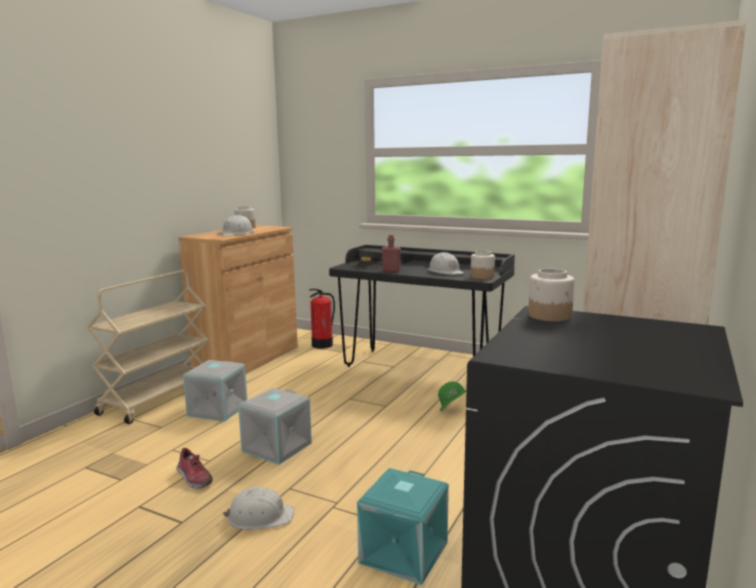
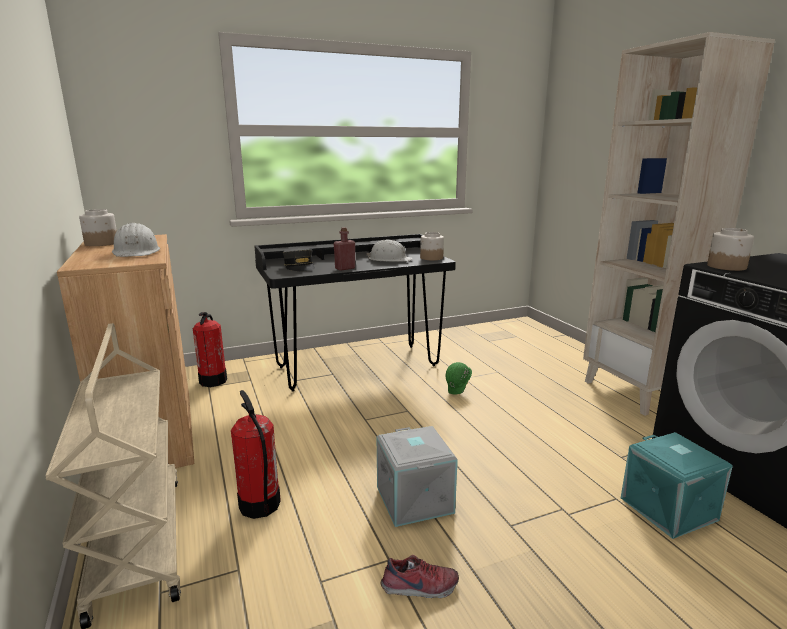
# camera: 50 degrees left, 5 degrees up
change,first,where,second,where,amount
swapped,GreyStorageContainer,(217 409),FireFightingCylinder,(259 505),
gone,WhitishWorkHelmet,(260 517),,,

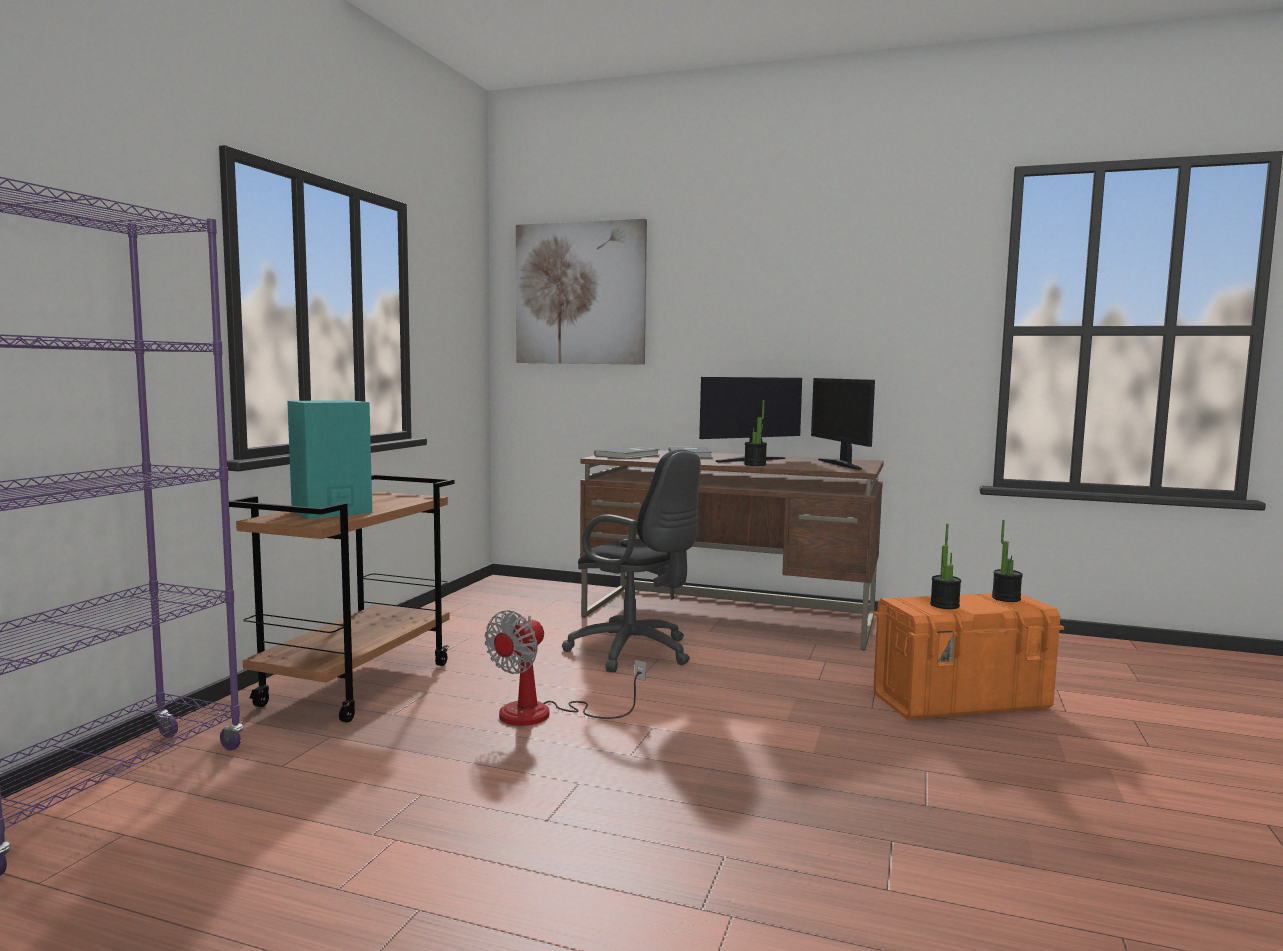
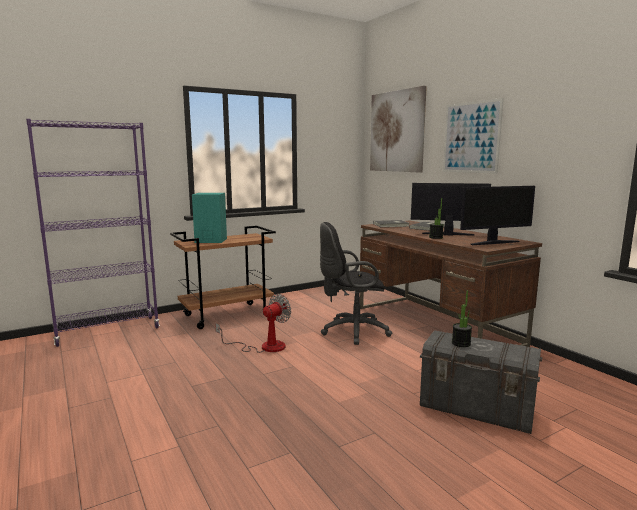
# camera: 40 degrees right, 5 degrees up
change,first,where,second,where,amount
rotated,Fan,(544 714),,(264 347),150 degrees clockwise
rotated,BlackOfficeChair,(636 653),,(351 331),90 degrees clockwise
rotated,ComputerDisplay,(841 464),,(493 243),135 degrees counterclockwise
repainted,OrangeColouredStorageContainer,(962 701),GreyStorageContainer,(477 409),
gone,PlantInAPot,(1006 598),,,
new,,,WallArt,(471 137),

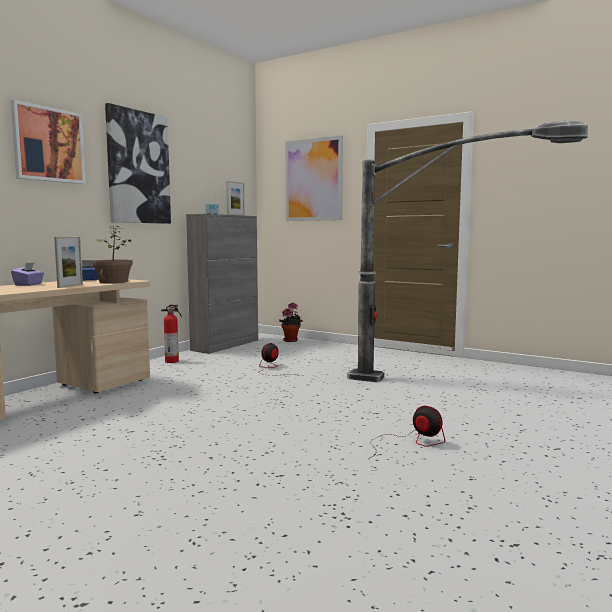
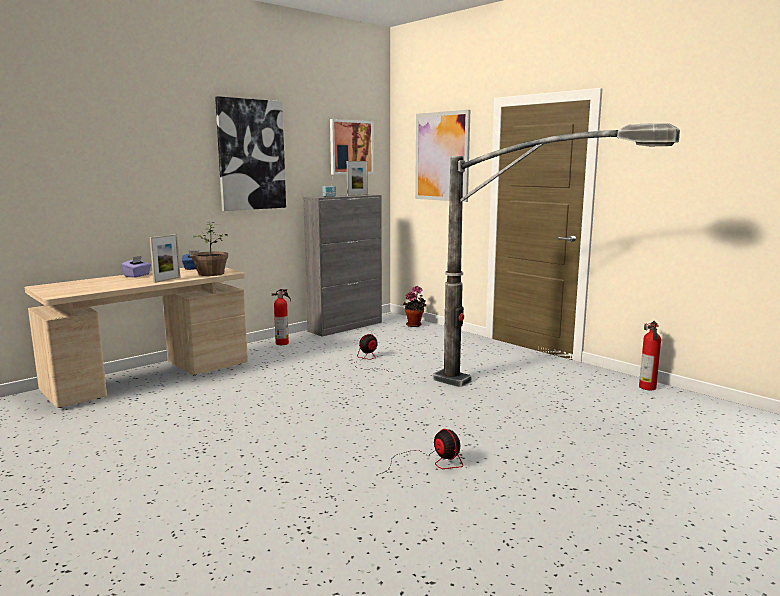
# camera: 15 degrees right, 5 degrees up
change,first,where,second,where,amount
shifted,WallArt,(48 144),,(351 147),
new,,,FireFightingCylinder,(647 388),

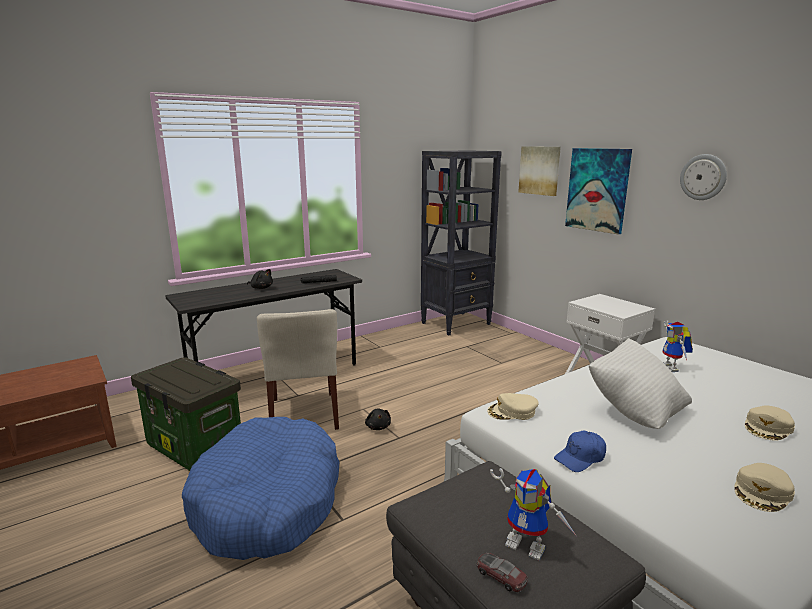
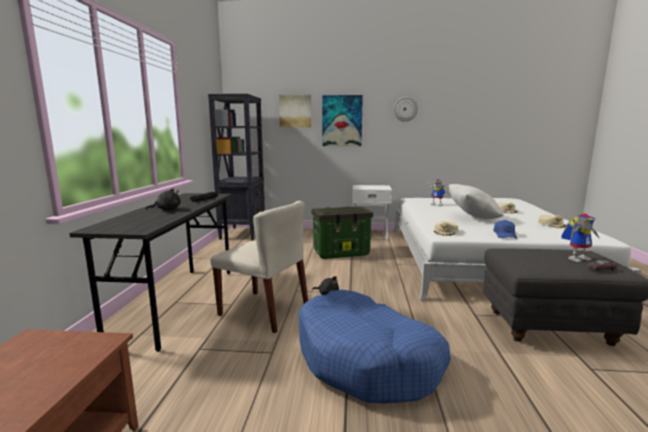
# camera: 50 degrees left, 5 degrees down
change,first,where,second,where,amount
shifted,StorageContainer,(196 448),,(341 252),

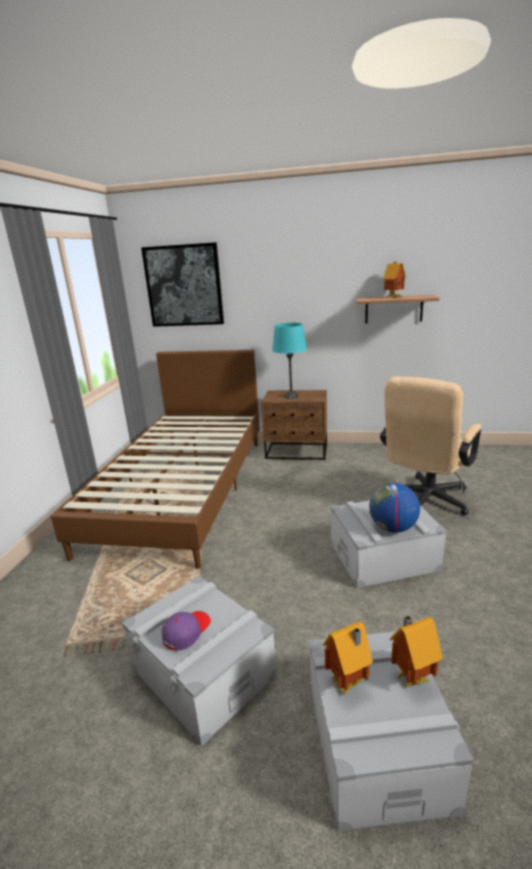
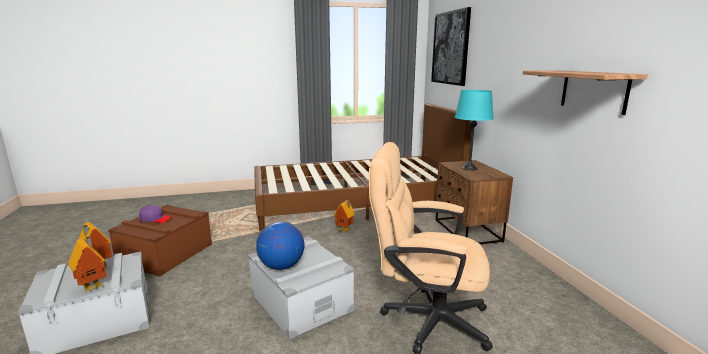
# camera: 65 degrees right, 5 degrees down
change,first,where,second,where,amount
repainted,GreyStorageContainer,(203 672),BrownColouredStorageContainer,(166 254),
shifted,ModelHouse,(393 297),,(345 230),

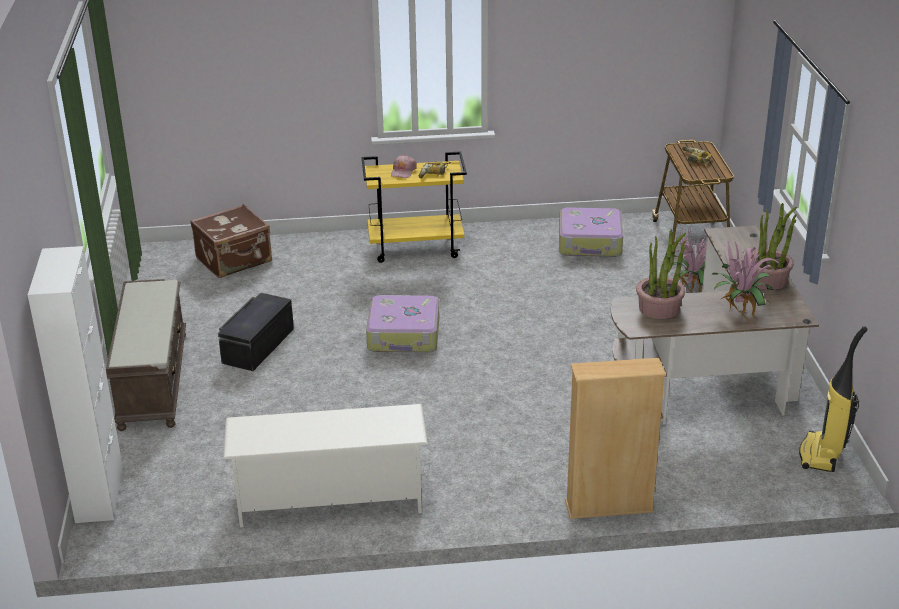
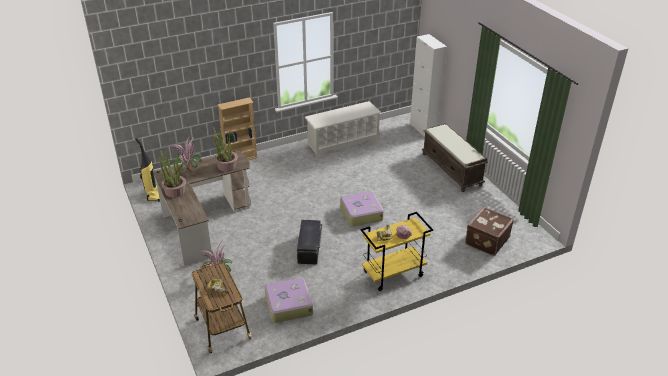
# camera: 160 degrees right, 5 degrees up
change,first,where,second,where,amount
shifted,BlackStorageContainer,(257 345),,(310 248),

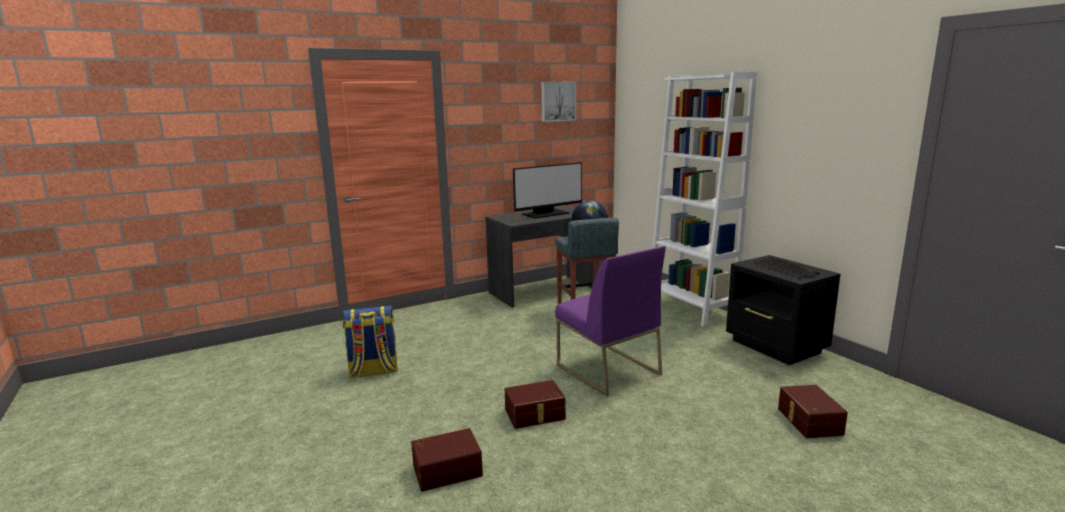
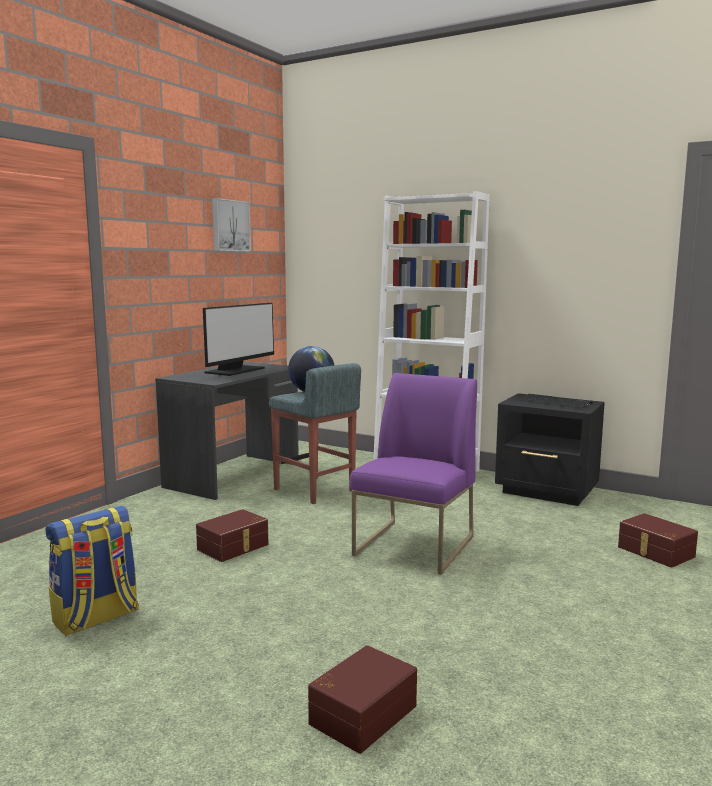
# camera: 30 degrees left, 5 degrees down
change,first,where,second,where,amount
shifted,BrownColouredStorageContainer,(535 415),,(234 547),
rotated,PurplishChair,(607 370),,(415 546),90 degrees counterclockwise

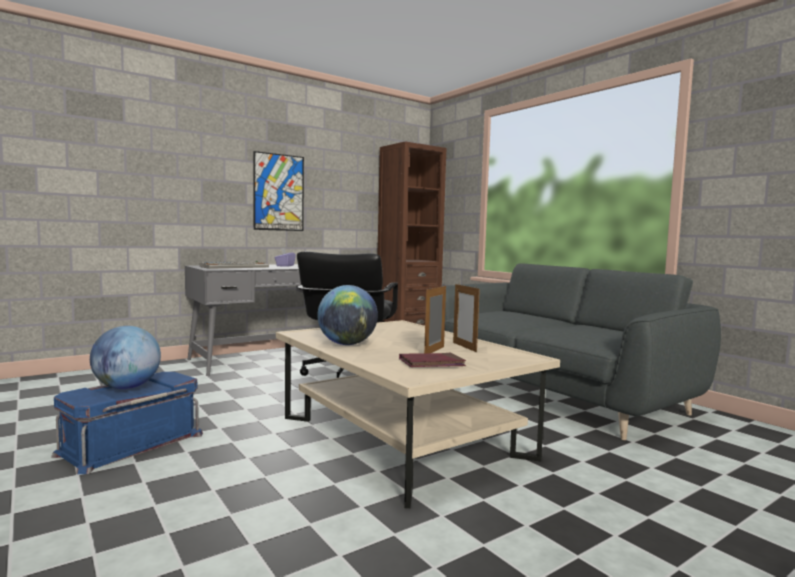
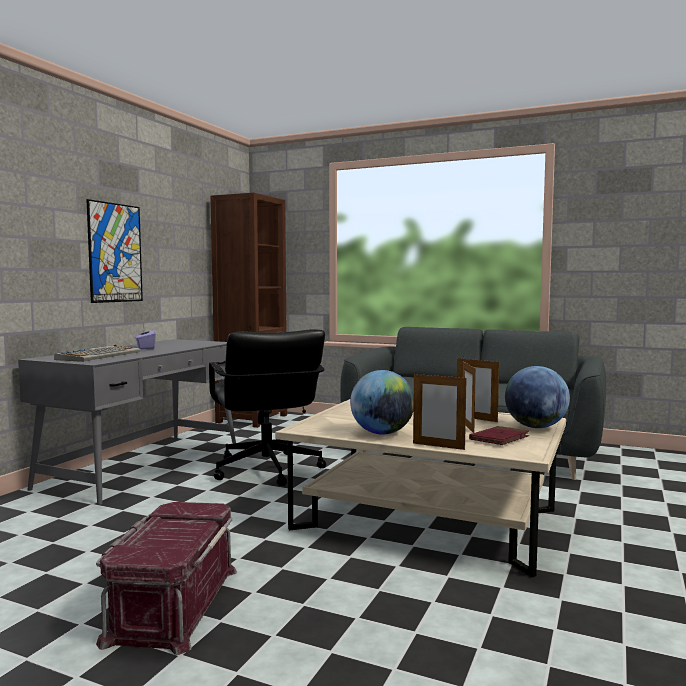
# camera: 30 degrees left, 0 degrees up
change,first,where,second,where,amount
repainted,BlueColouredStorageContainer,(131 443),ReddishStorageContainer,(172 603),
shifted,DeskGlobe,(127 387),,(535 427),
new,,,StandingFrame,(438 446),

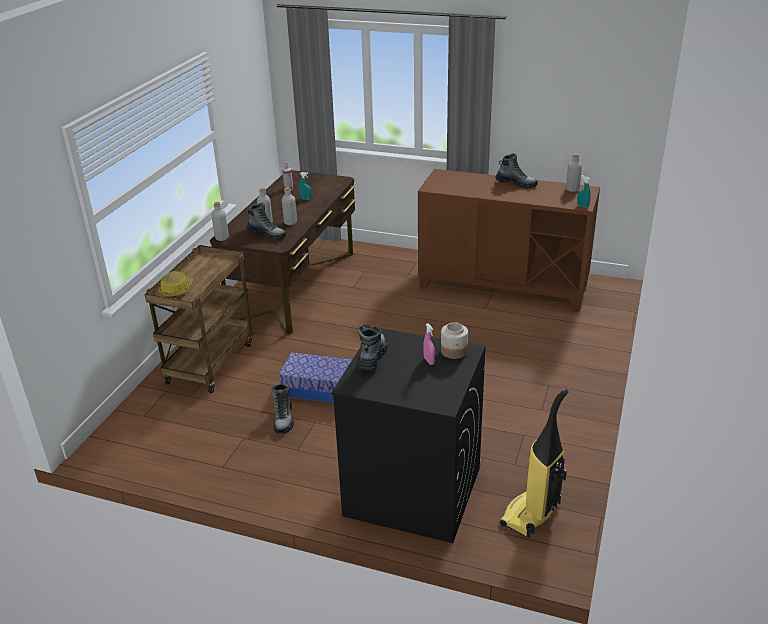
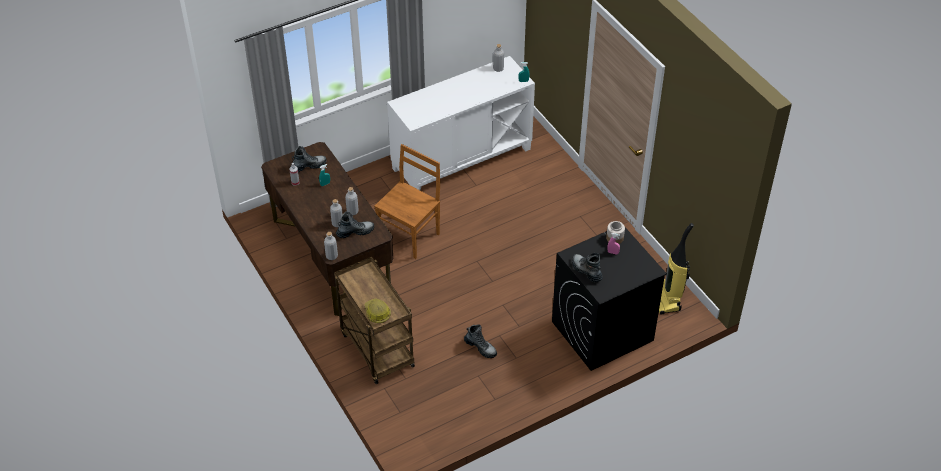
# camera: 50 degrees left, 15 degrees up
change,first,where,second,where,amount
gone,StorageContainer,(320 389),,,
repainted,BrownColouredCupboard,(503 285),WhitishCupboard,(461 158),
shifted,Boot,(516 184),,(308 166),
new,,,BrownColouredChair,(410 235),

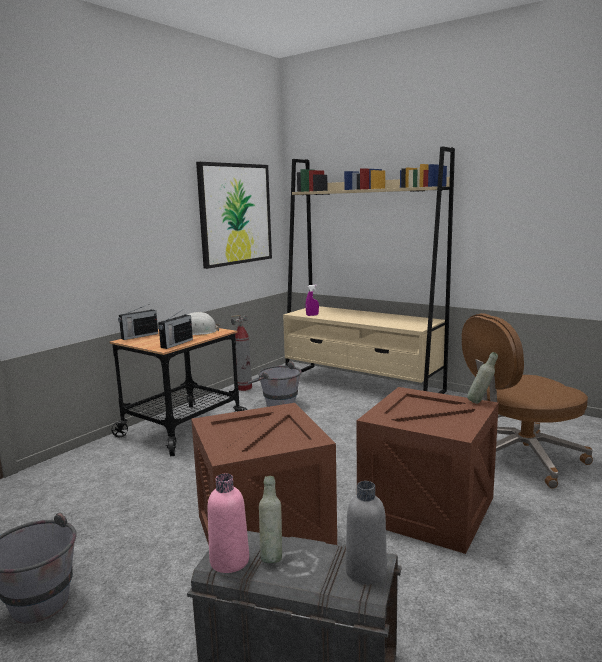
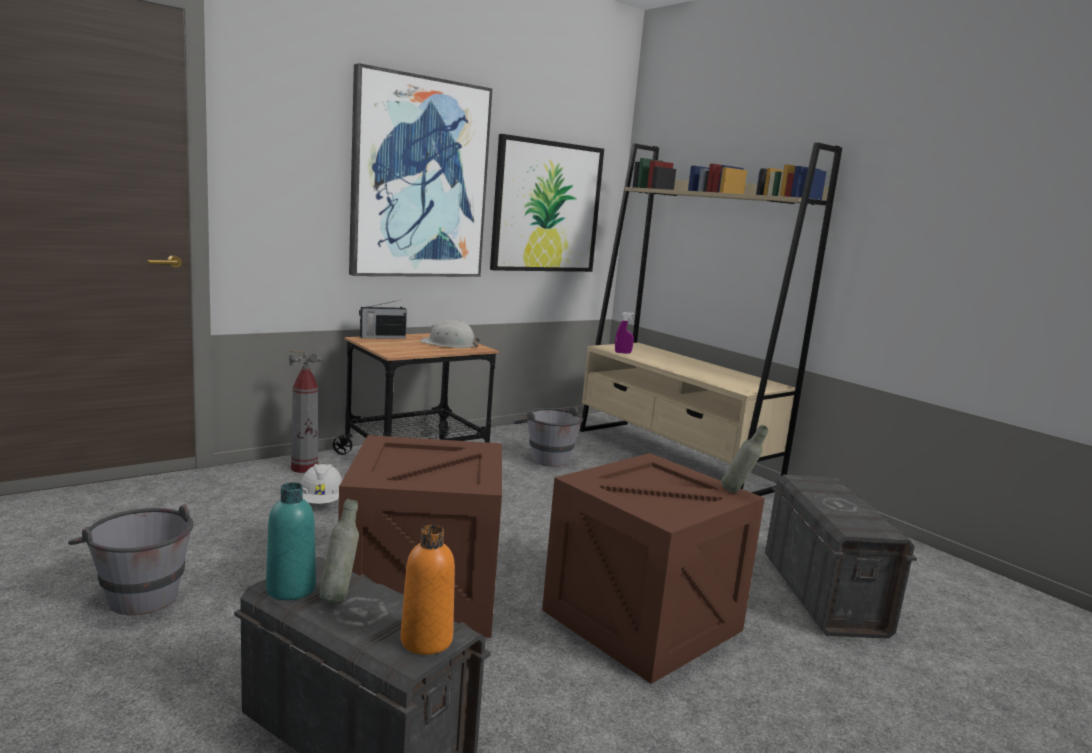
# camera: 15 degrees right, 0 degrees up
change,first,where,second,where,amount
gone,RadioReceiver,(176 344),,,
repainted,PinkColouredBeverageBottle,(229 561),TurquoiseColouredBeverageBottle,(291 589),
shifted,FireFightingCylinder,(244 388),,(305 468),
repainted,GreyBeverageBottle,(366 571),OrangeColouredBeverageBottle,(426 640),
swapped,BrownColouredOfficeChair,(520 458),GreyStorageContainer,(823 594),
new,,,WhitishWorkHelmet,(321 502),
new,,,WallArt,(419 179),

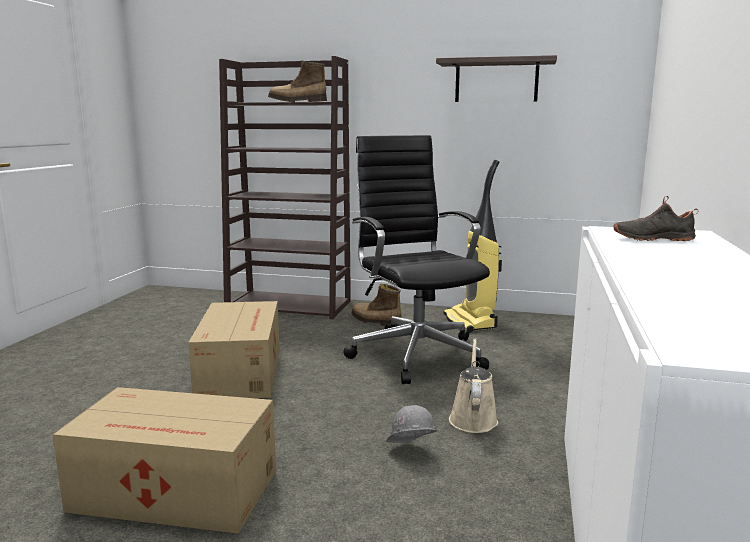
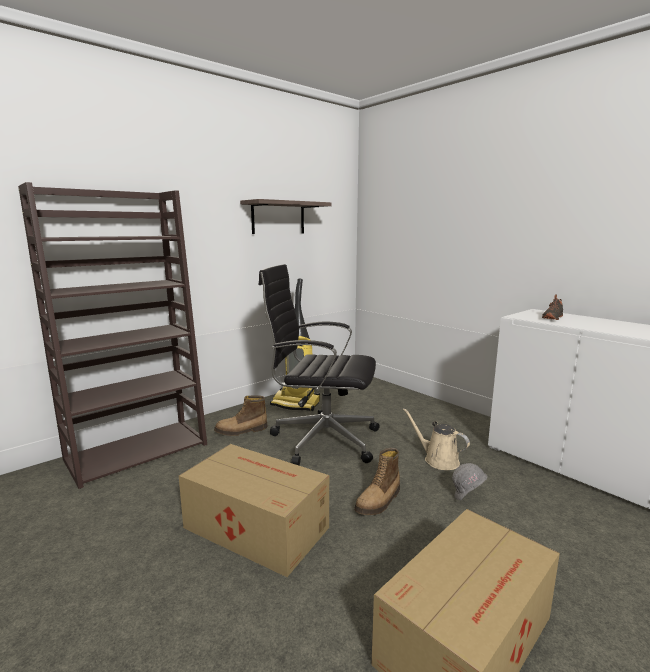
# camera: 55 degrees left, 0 degrees up
change,first,where,second,where,amount
shifted,Boot,(297 102),,(379 501),

